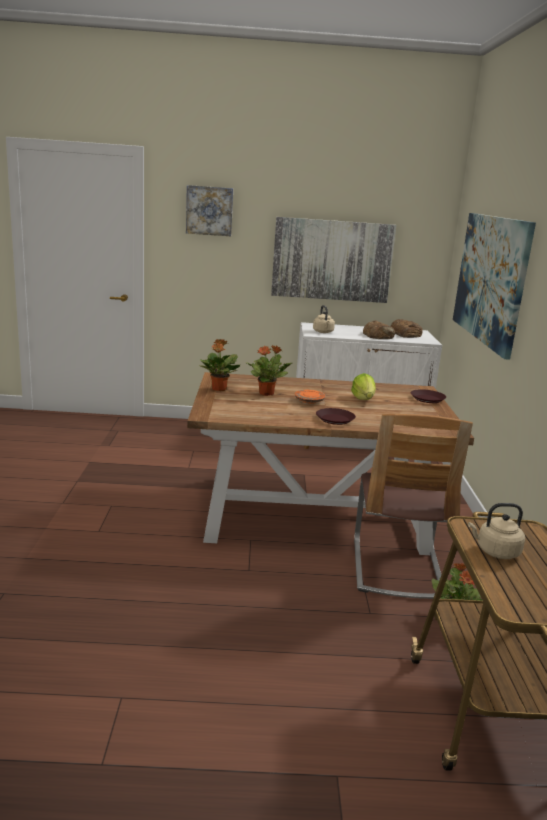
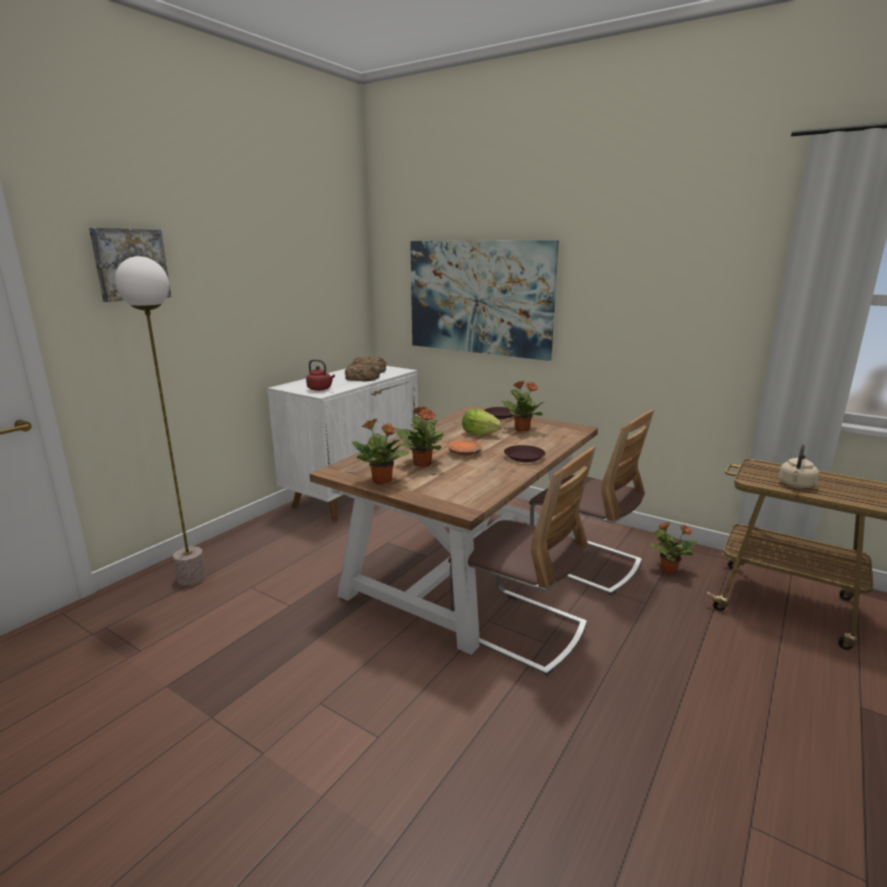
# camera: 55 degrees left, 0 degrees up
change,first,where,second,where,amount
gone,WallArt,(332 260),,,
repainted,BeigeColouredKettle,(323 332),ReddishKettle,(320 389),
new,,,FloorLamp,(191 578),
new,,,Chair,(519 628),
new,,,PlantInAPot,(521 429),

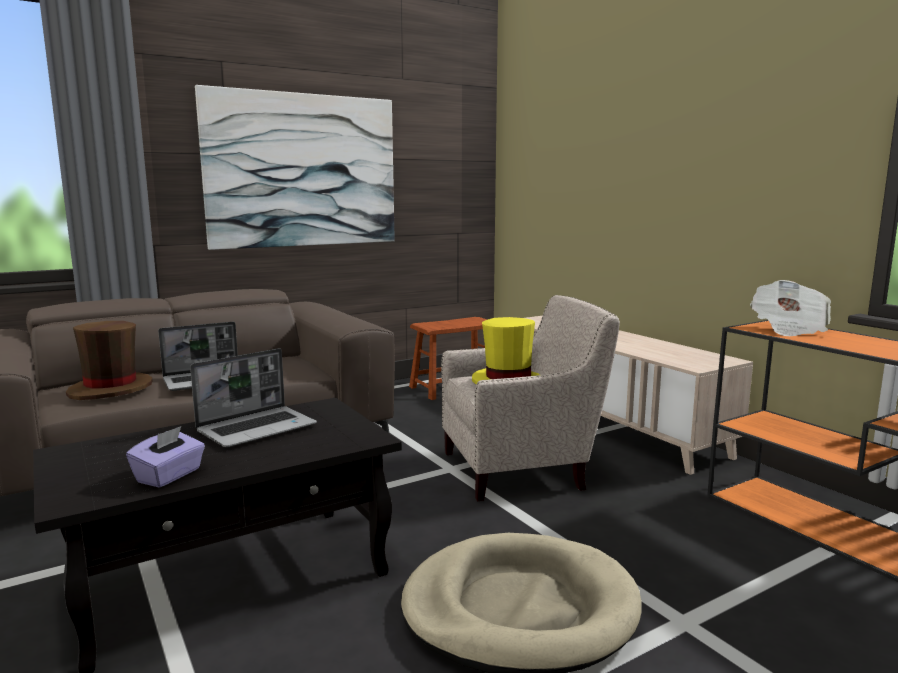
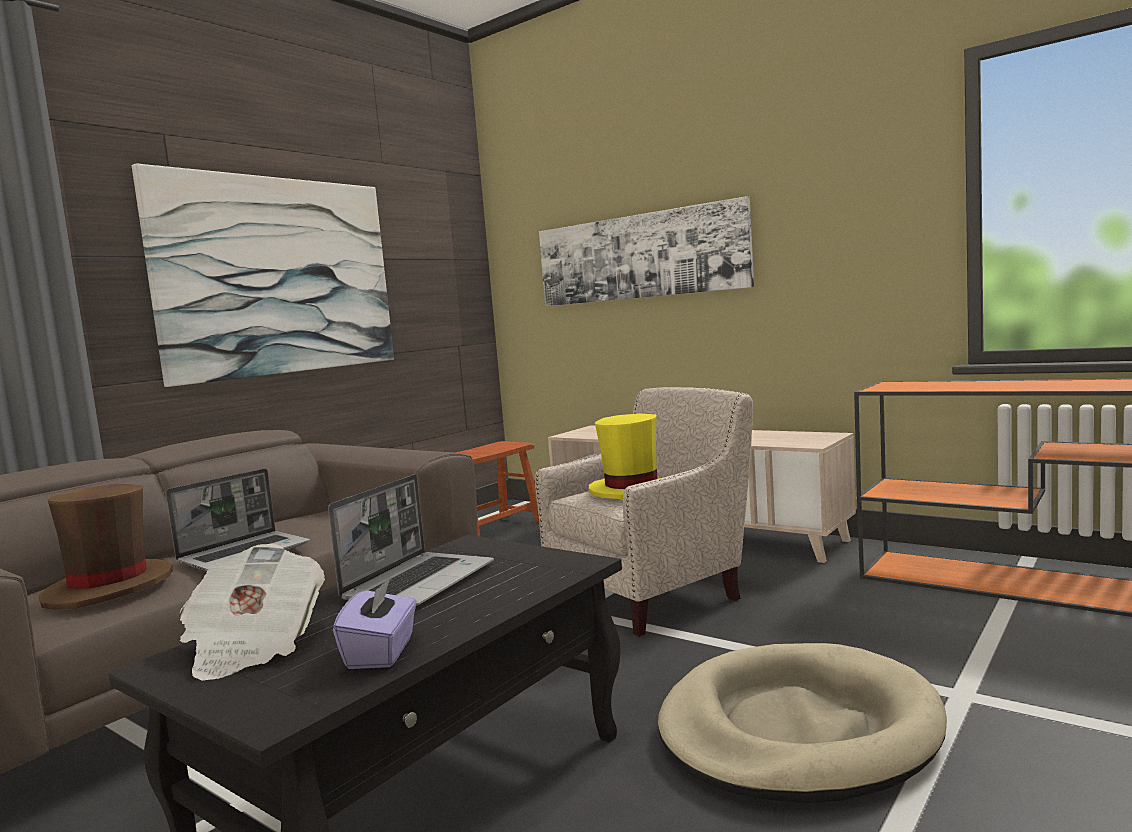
# camera: 20 degrees left, 5 degrees down
change,first,where,second,where,amount
shifted,DailyPaper,(788 329),,(253 646),
new,,,WallArt,(639 256),

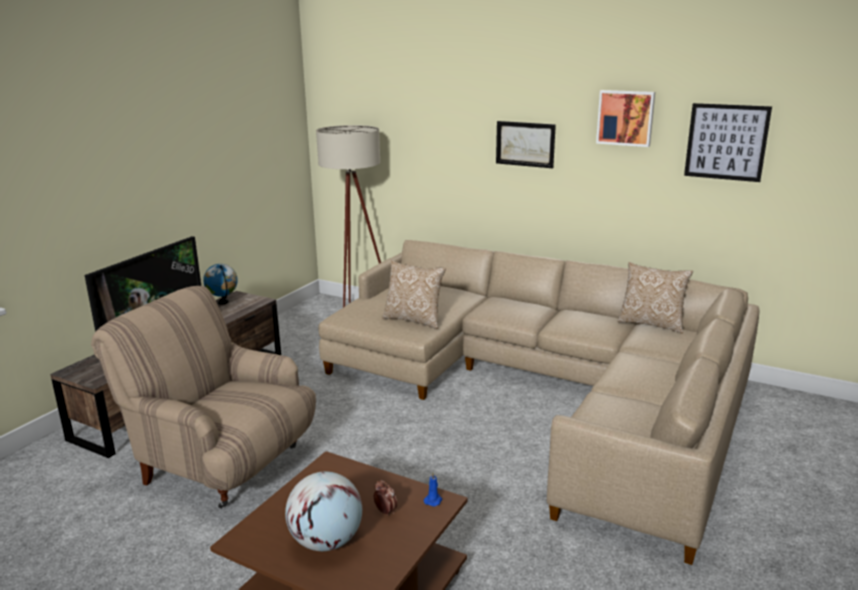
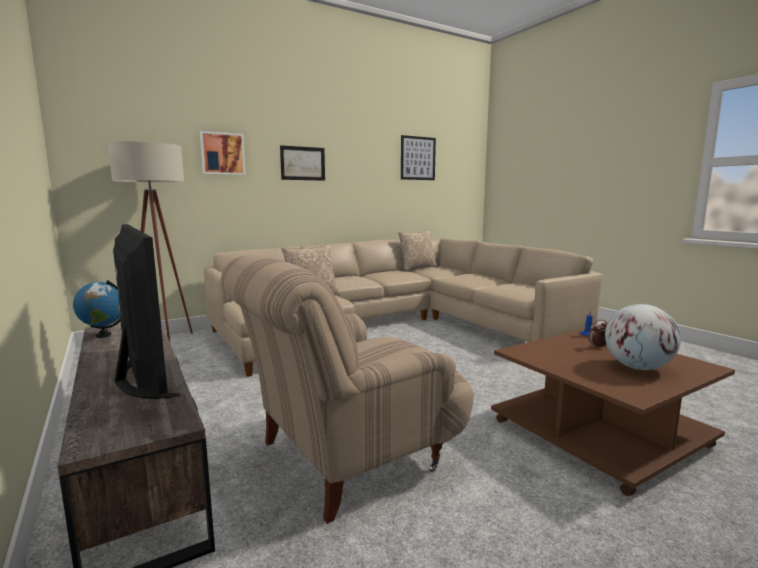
# camera: 60 degrees left, 10 degrees down
change,first,where,second,where,amount
shifted,WallArt,(625 118),,(222 154),

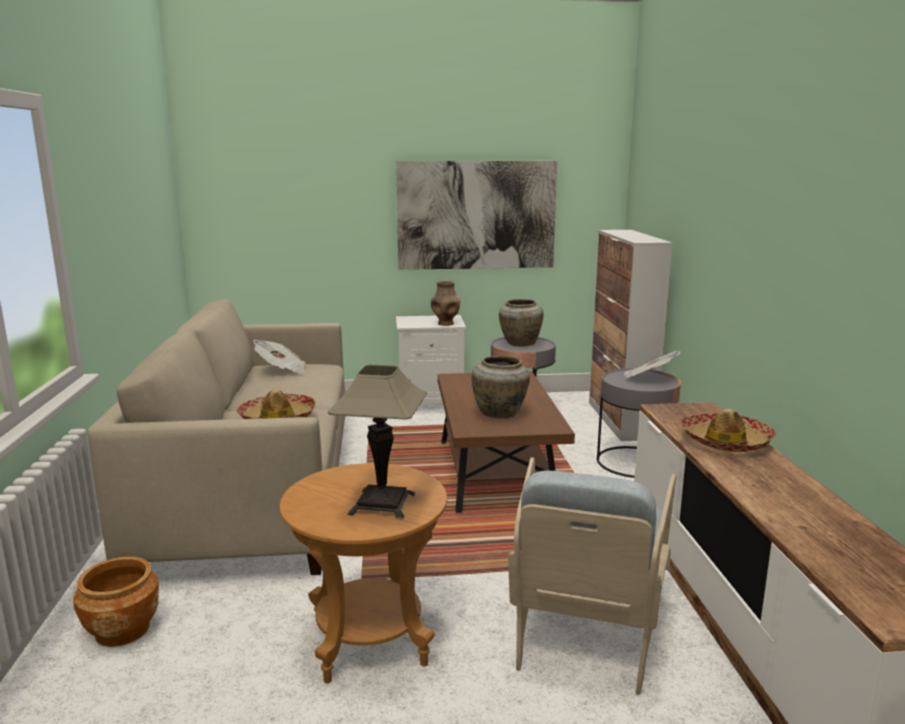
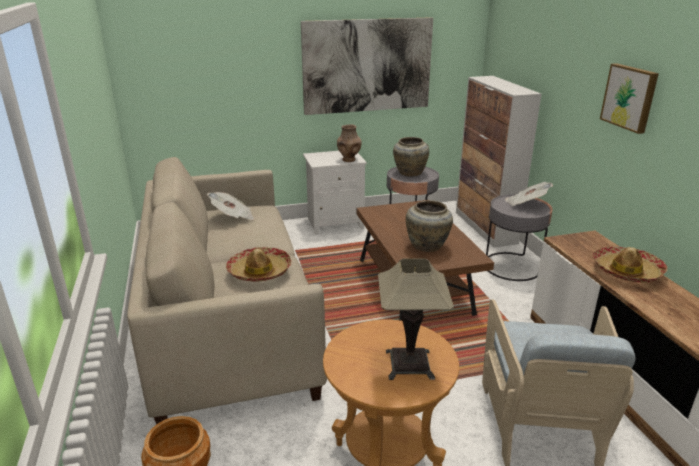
# camera: 10 degrees left, 10 degrees up
change,first,where,second,where,amount
new,,,WallArt,(630 97),

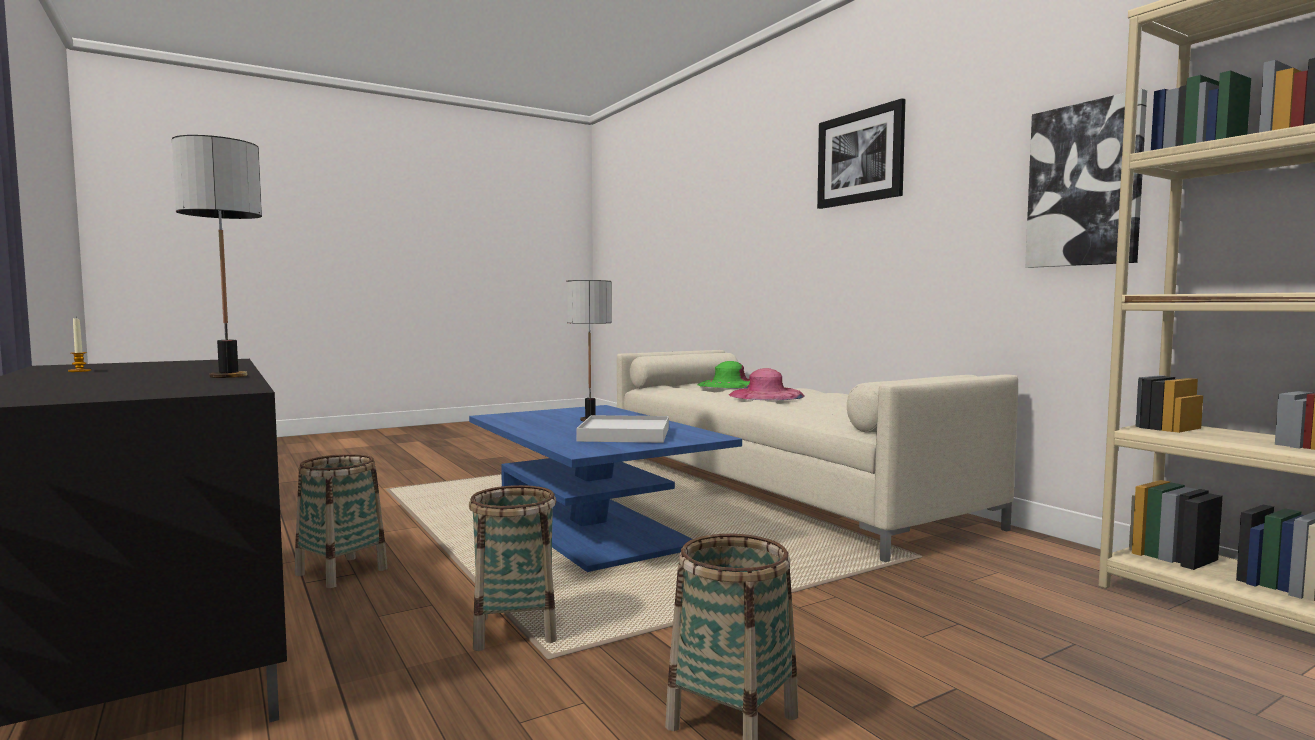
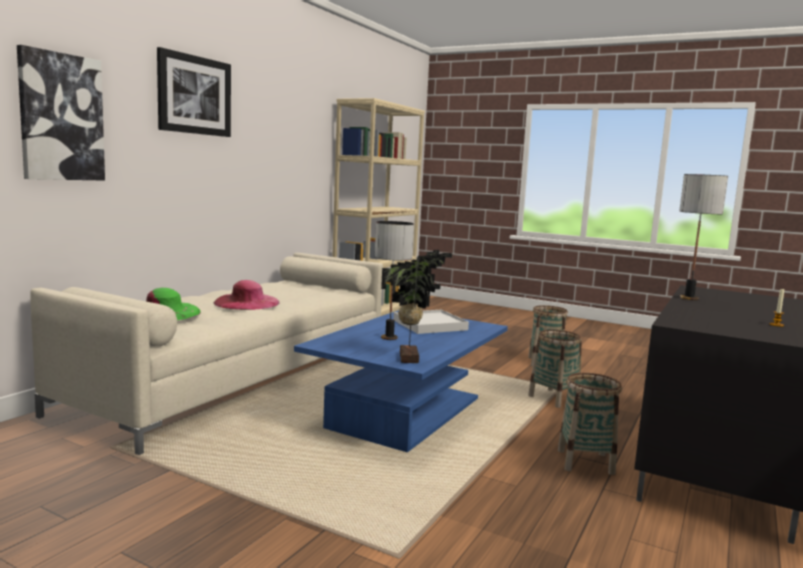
# camera: 120 degrees left, 5 degrees up
change,first,where,second,where,amount
shifted,WallArt,(1085 185),,(61 117),
new,,,PlantInAPot,(411 358),

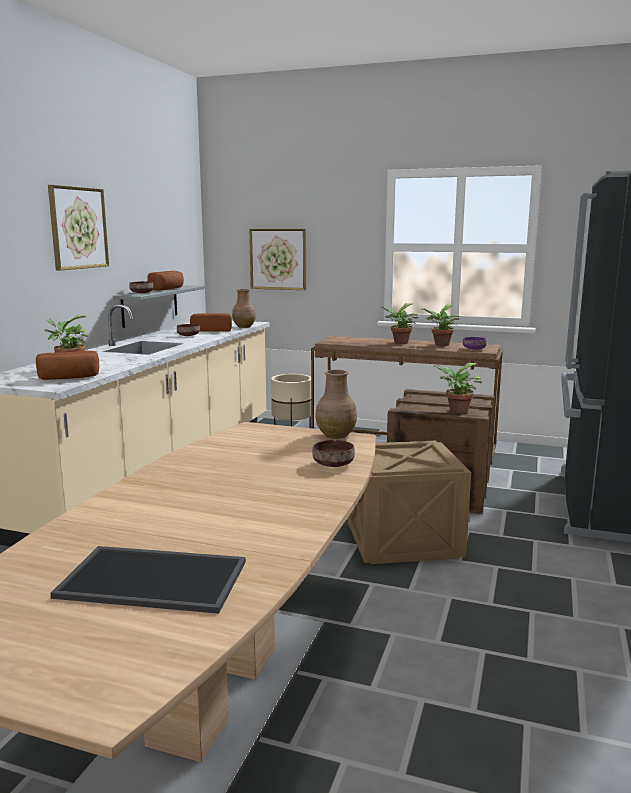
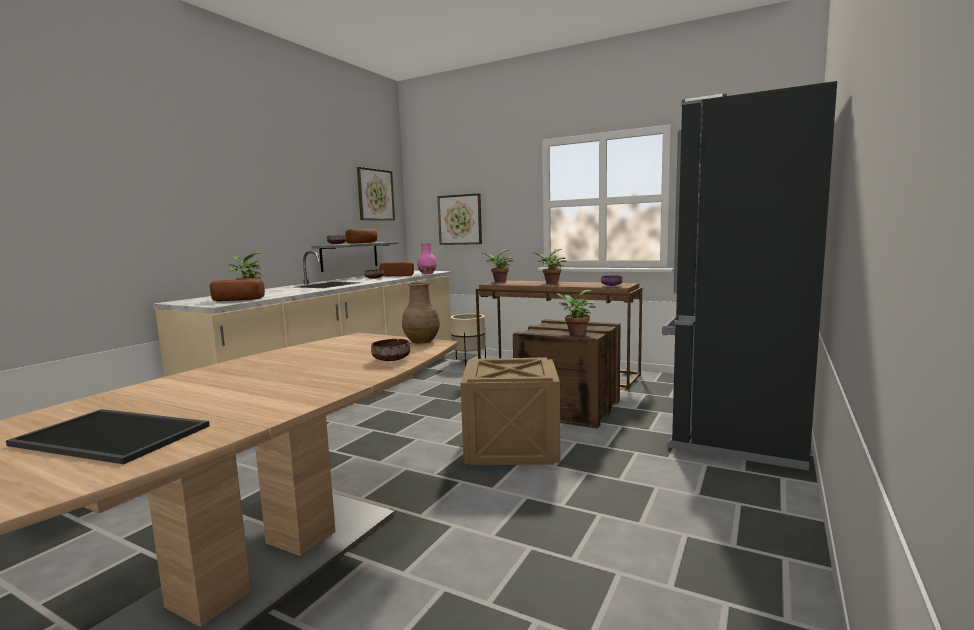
# camera: 10 degrees right, 5 degrees down
change,first,where,second,where,amount
shifted,WallArt,(78 228),,(375 194),
repainted,BrownColouredFlowerVase,(244 326),PinkColouredFlowerVase,(427 273),
shifted,PlantInAPot,(440 345),,(498 281),

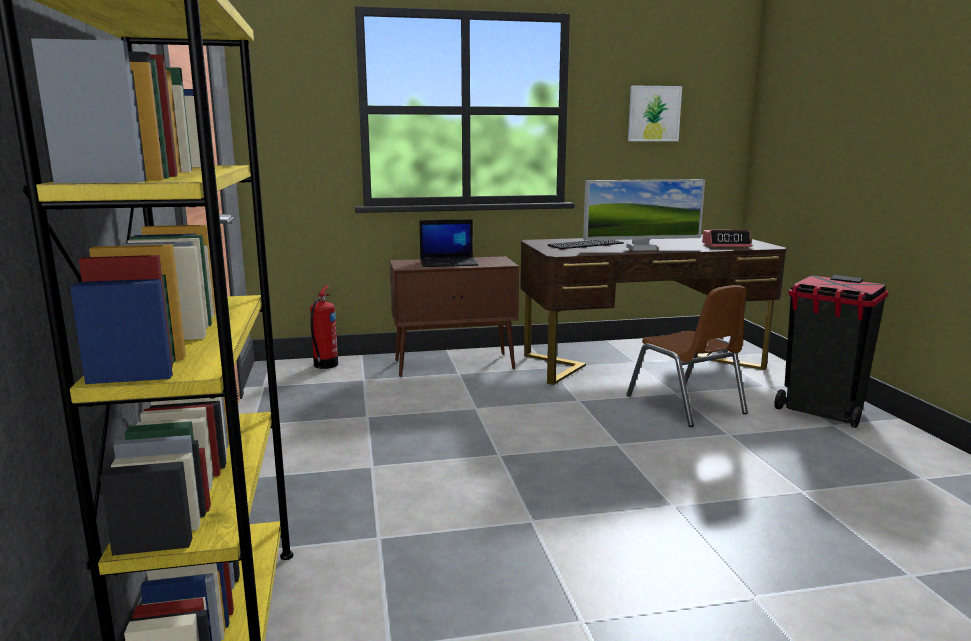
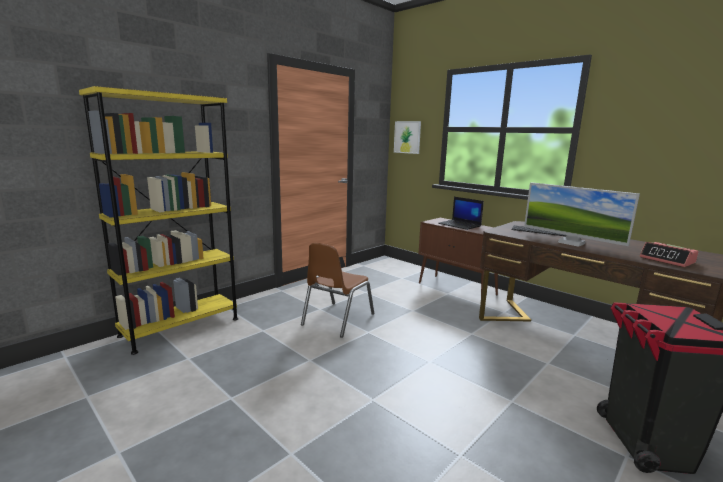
# camera: 55 degrees right, 0 degrees up
change,first,where,second,where,amount
gone,FireFightingCylinder,(324 365),,,
shifted,BrownColouredChair,(686 405),,(337 319),
shifted,WallArt,(654 113),,(407 137),

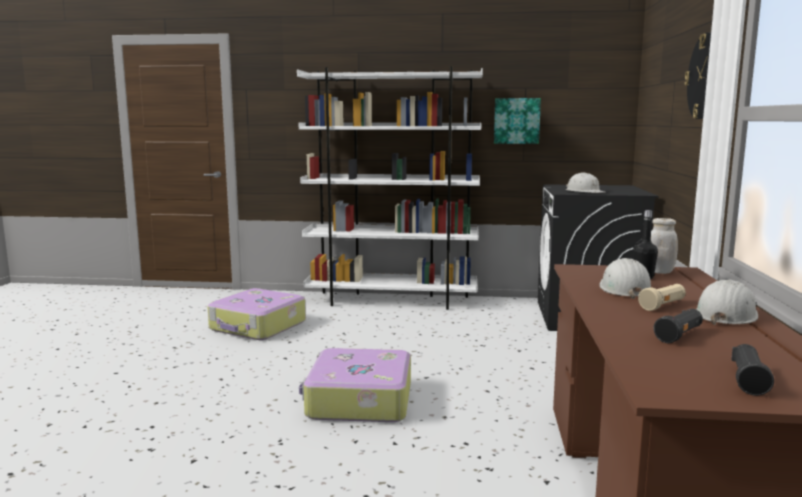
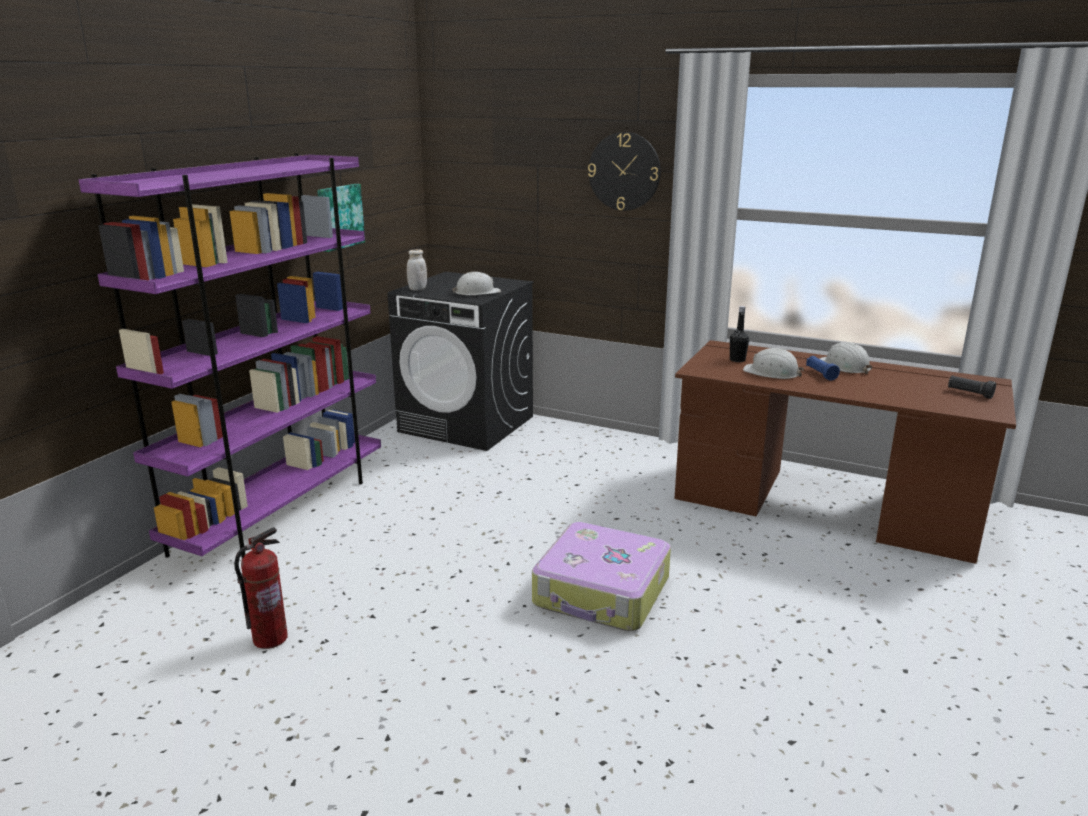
# camera: 70 degrees left, 10 degrees up
change,first,where,second,where,amount
swapped,TravelCase,(258 326),FireFightingCylinder,(270 638),
repainted,WhitishBookcase,(392 301),PurplishBookcase,(281 510),
repainted,BeigeColouredTorch,(662 306),BlueColouredTorch,(820 374),
shifted,WhitishJar,(659 272),,(417 289),
gone,BlackTorch,(679 336),,,

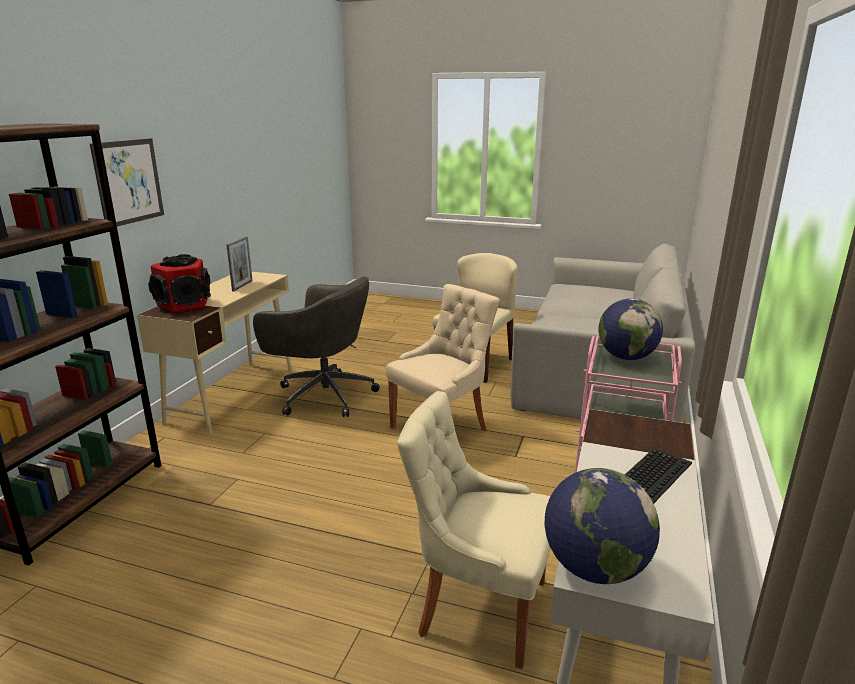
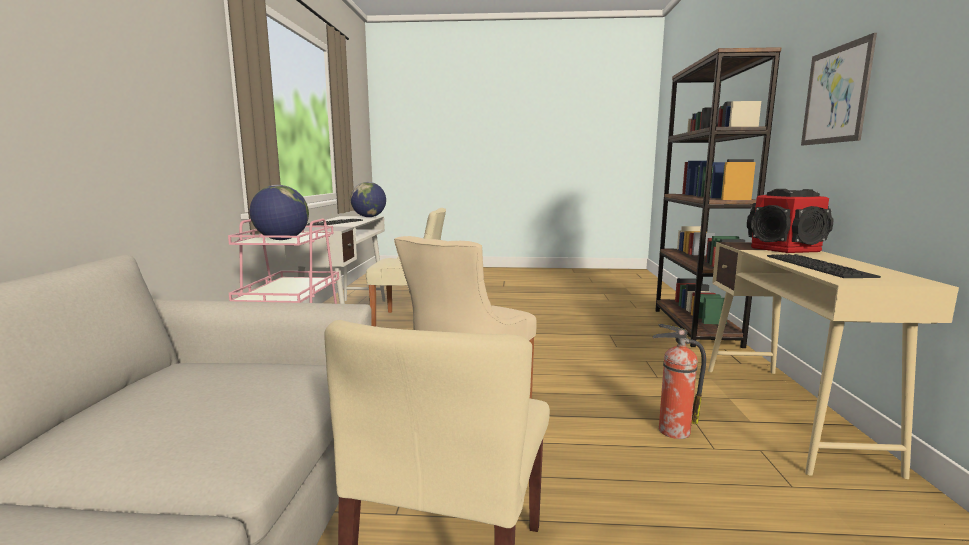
# camera: 165 degrees right, 10 degrees down
change,first,where,second,where,amount
swapped,StandingFrame,(242 286),PcKeyboard,(820 266),
swapped,GreyOfficeChair,(323 395),FireFightingCylinder,(672 431),

